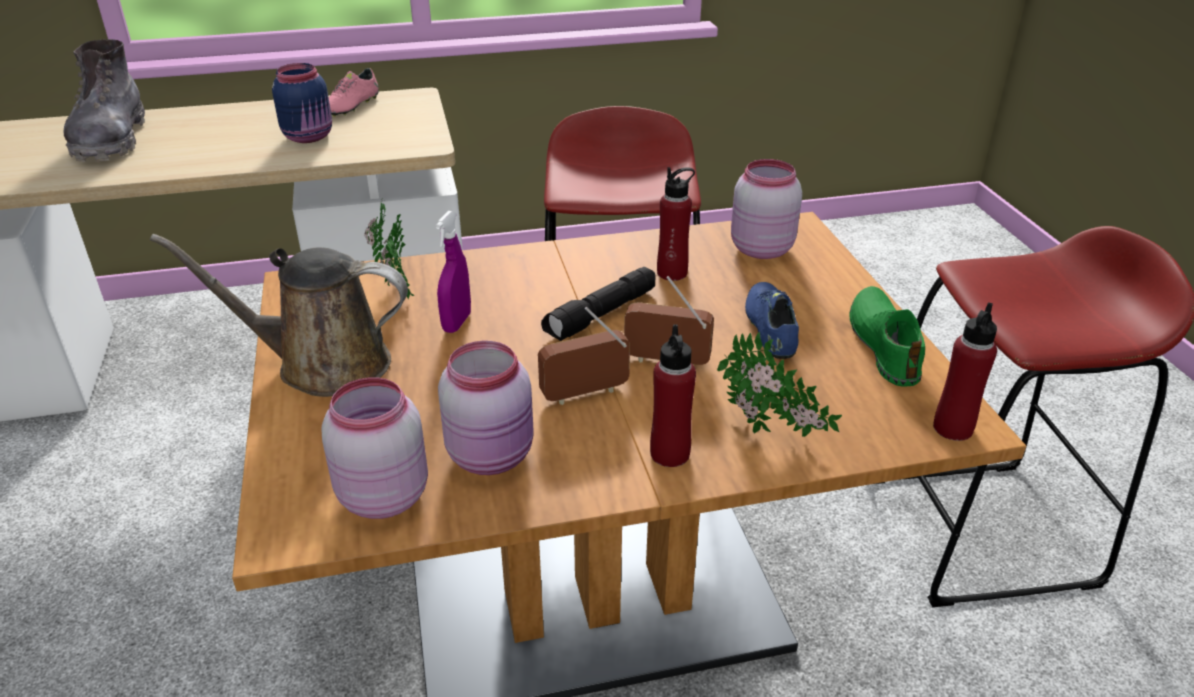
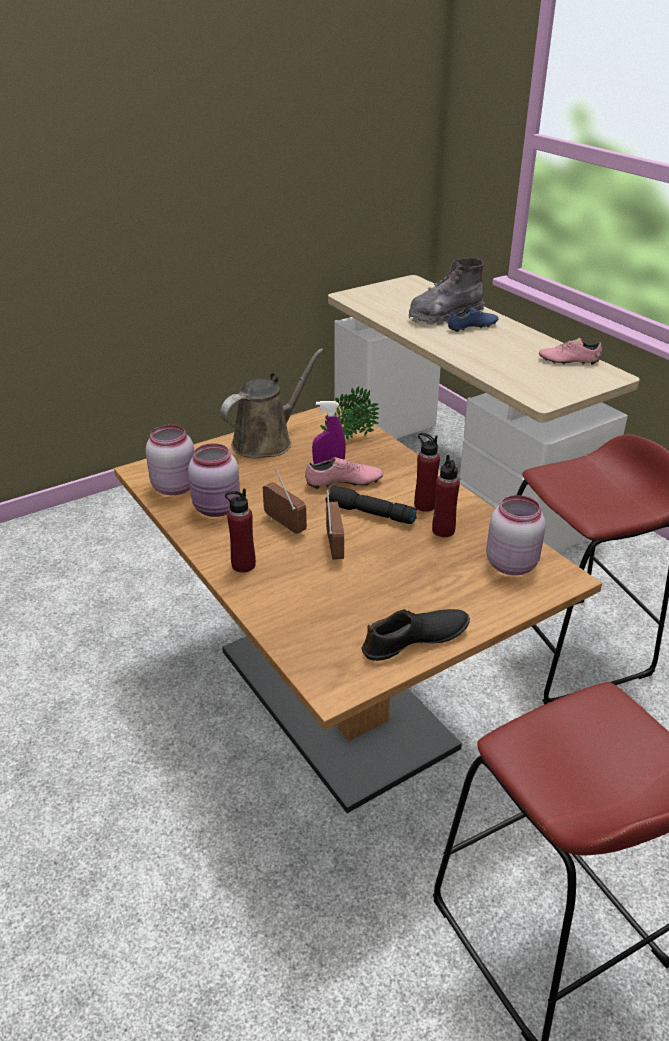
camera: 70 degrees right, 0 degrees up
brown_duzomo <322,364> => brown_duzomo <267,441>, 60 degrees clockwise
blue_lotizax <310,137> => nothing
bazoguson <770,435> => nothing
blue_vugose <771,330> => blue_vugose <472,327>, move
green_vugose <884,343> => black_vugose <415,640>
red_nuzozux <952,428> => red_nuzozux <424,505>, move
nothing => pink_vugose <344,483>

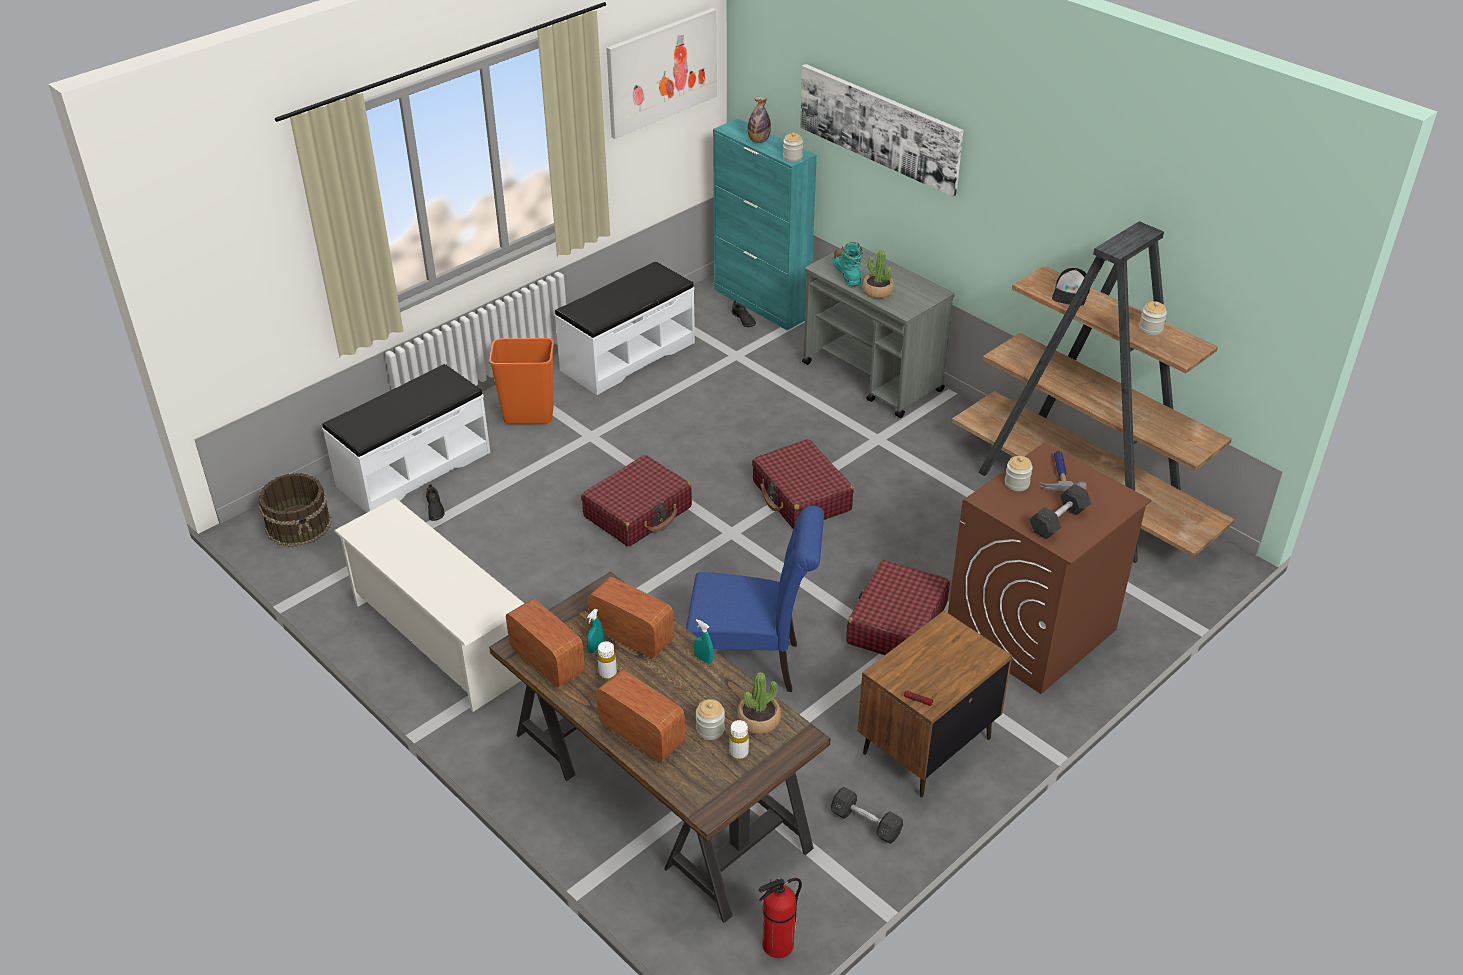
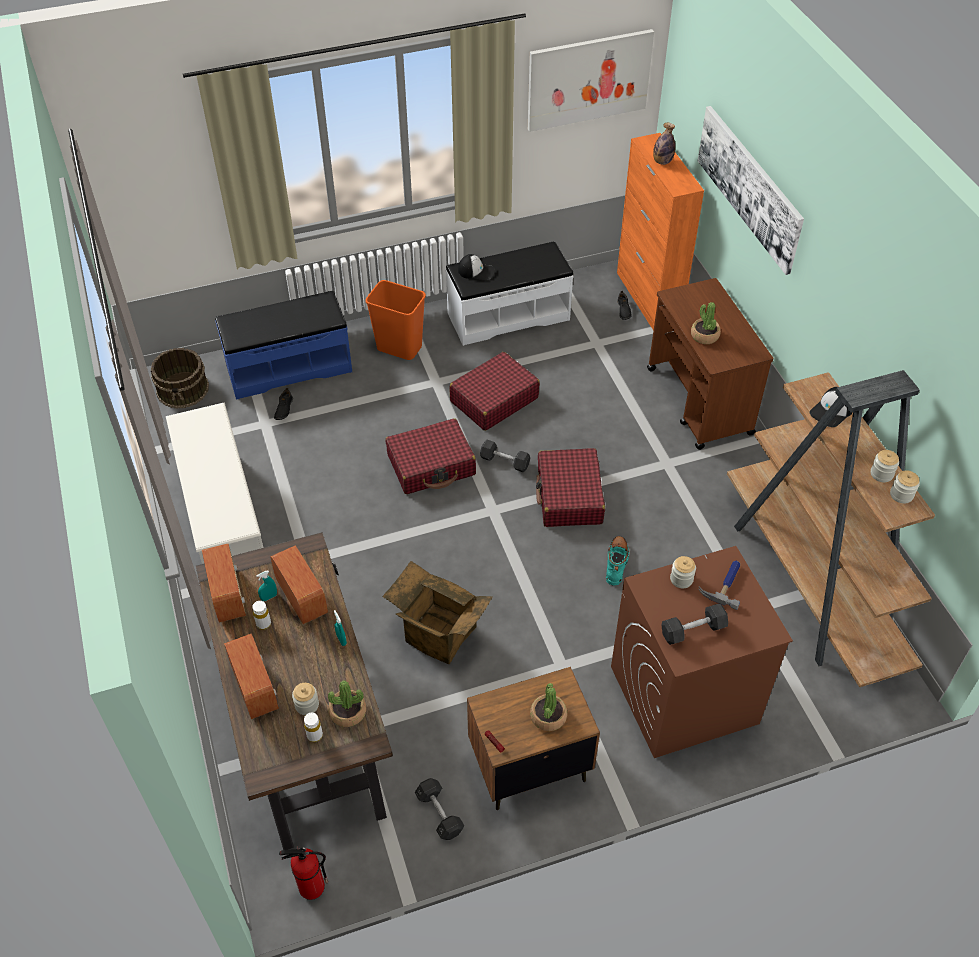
camera: 25 degrees right, 10 degrees up
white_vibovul <413,468> => blue_vibovul <288,367>
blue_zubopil <752,664> => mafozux <438,636>
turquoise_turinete <761,303> => orange_turinete <648,299>
lotizax <792,157> => lotizax <901,495>, move
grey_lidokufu <873,377> => brown_lidokufu <699,402>
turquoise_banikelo <847,272> => turquoise_banikelo <616,563>, move
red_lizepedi <896,624> => red_lizepedi <493,400>, move
nothing => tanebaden <476,271>
nothing => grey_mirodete <505,461>
nothing => bazoguson <548,716>

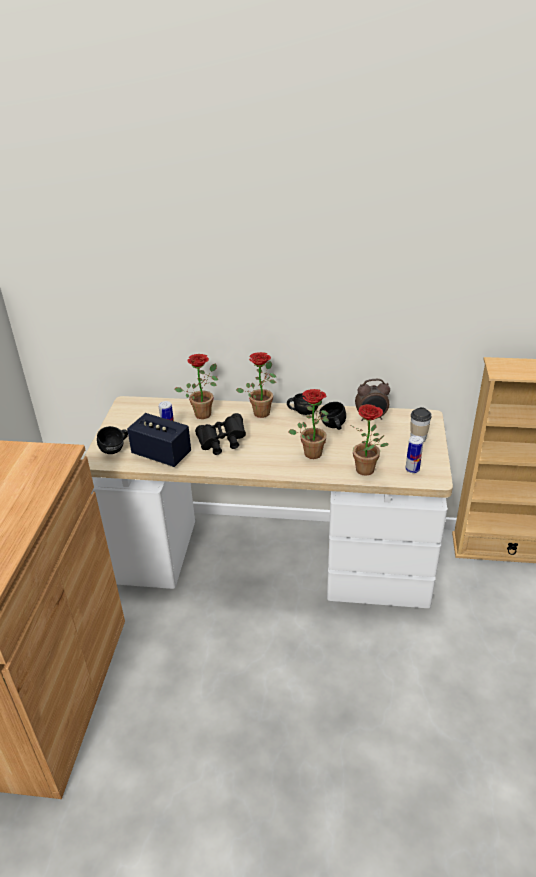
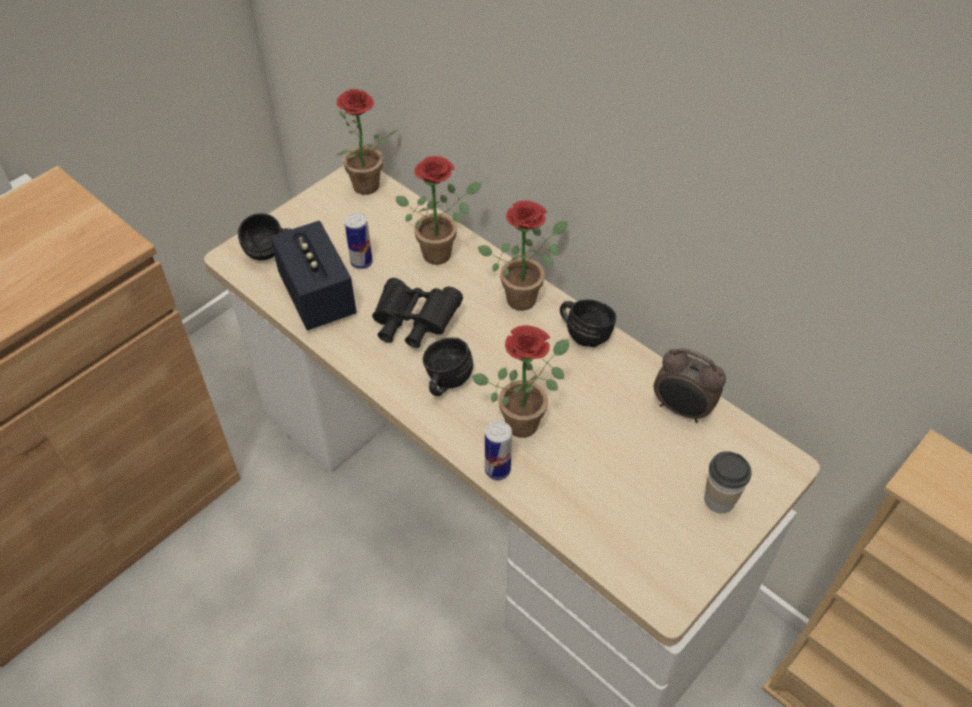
camera: 35 degrees right, 15 degrees up
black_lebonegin <332,427> => black_lebonegin <444,381>, move
bazoguson <368,471> => bazoguson <367,190>, move
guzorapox <412,469> => guzorapox <497,470>, move

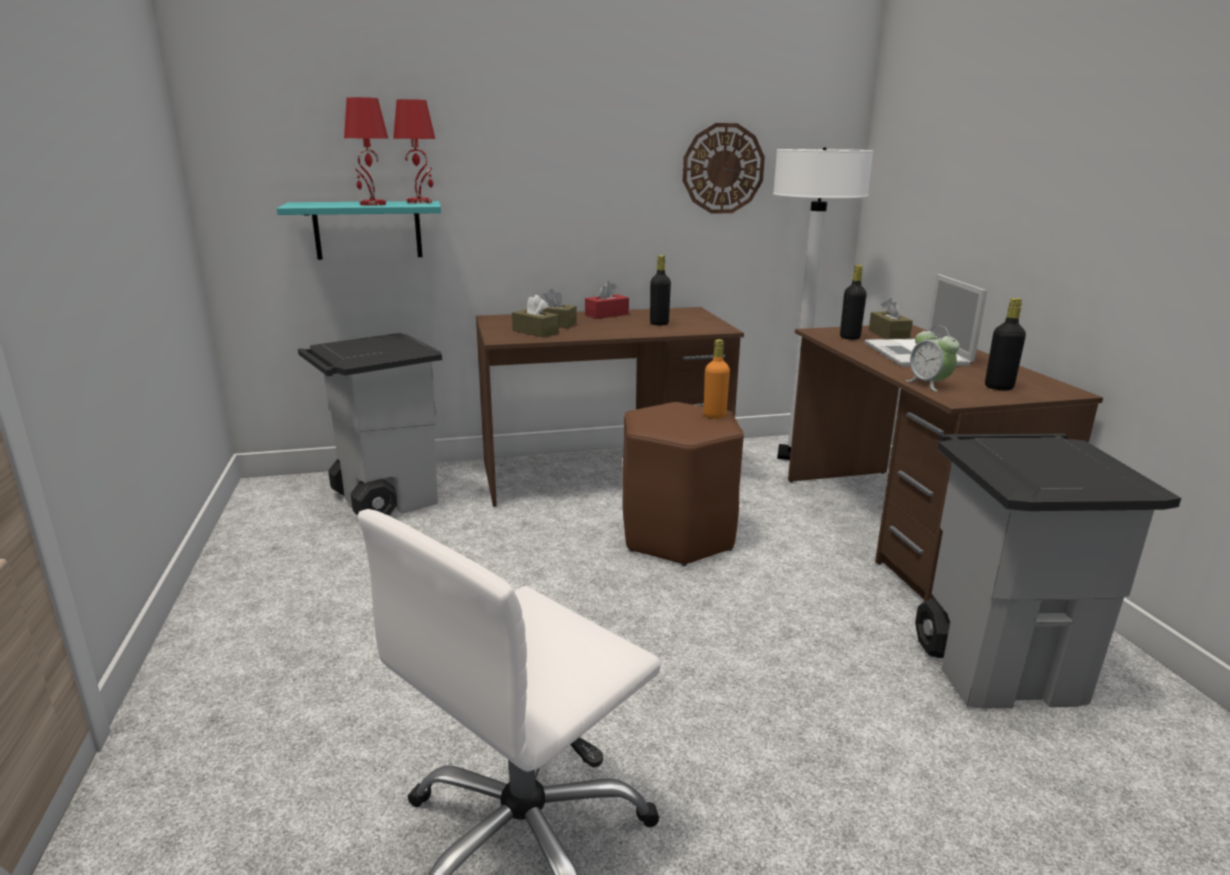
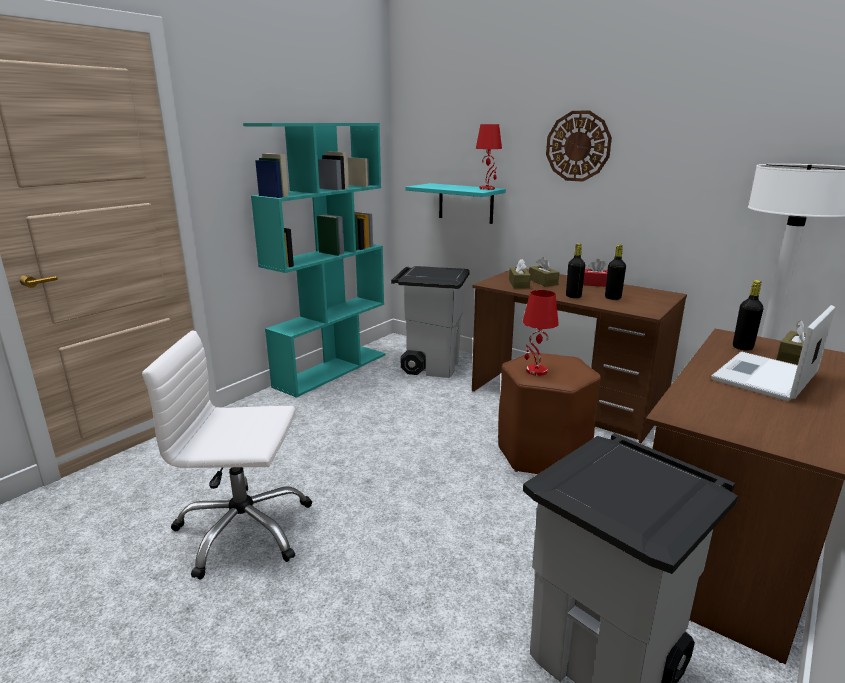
camera: 50 degrees right, 0 degrees up
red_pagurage <372,204> => red_pagurage <536,371>, move
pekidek <723,169> => pekidek <578,146>, move
orange_nuzozux <714,415> => nothing
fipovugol <928,384> => nothing
black_nuzozux <998,387> => black_nuzozux <573,296>, move
nothing => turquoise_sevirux <332,369>

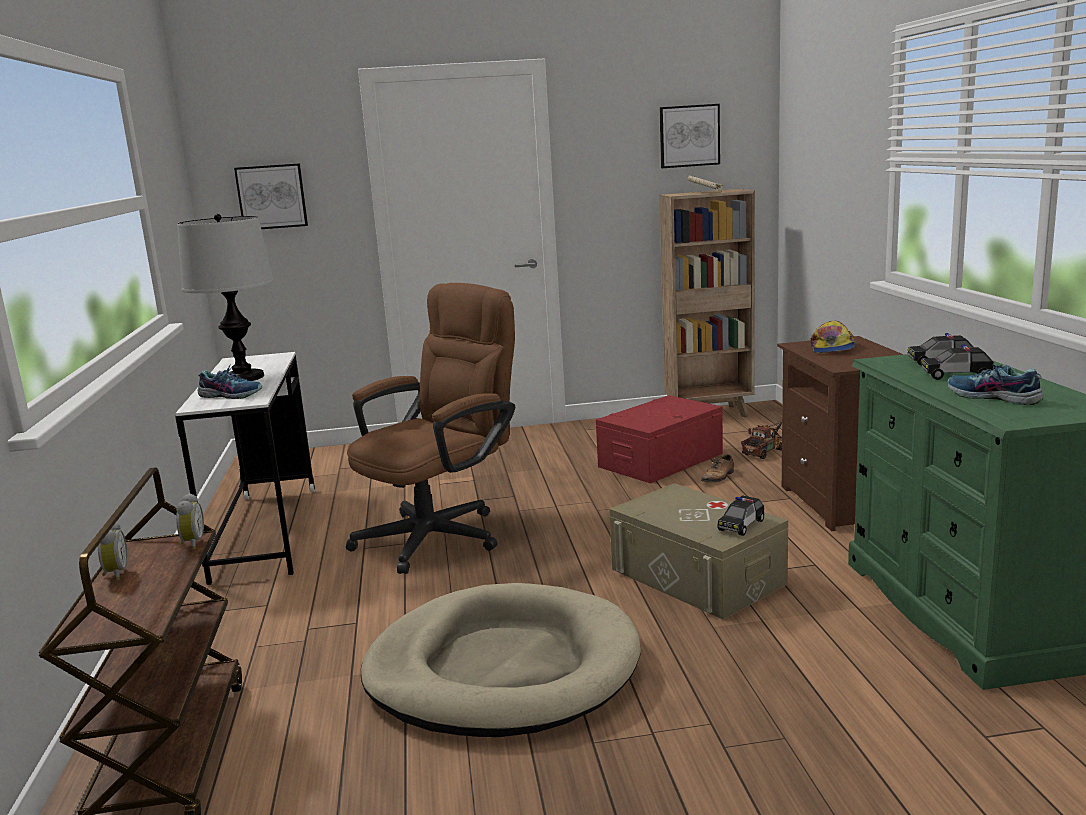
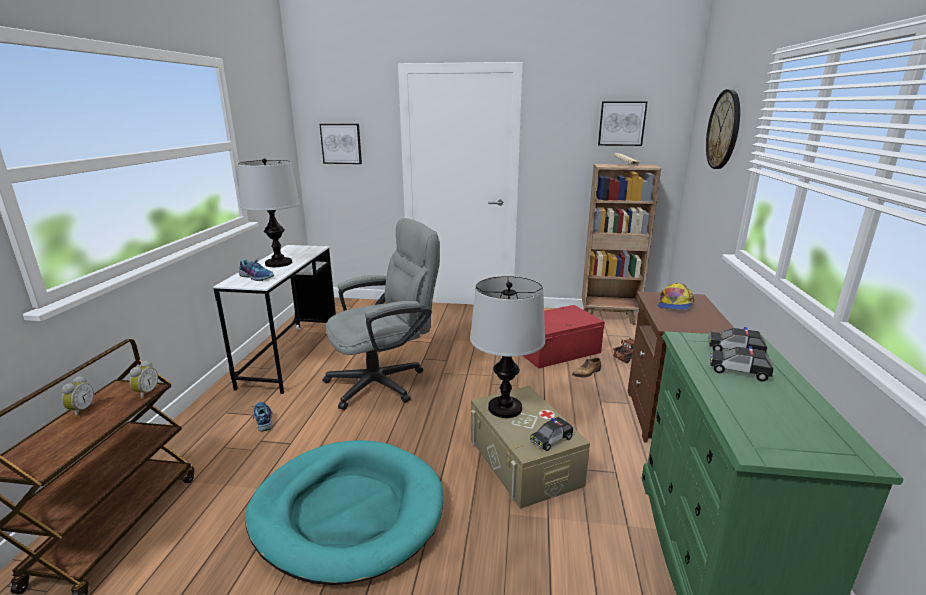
camera: 15 degrees right, 5 degrees up
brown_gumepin <441,534> => grey_gumepin <385,381>
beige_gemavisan <502,669> => turquoise_gemavisan <348,511>
vugose <993,397> => vugose <262,419>, move
nothing => pagurage <504,408>
nothing => pekidek <724,130>

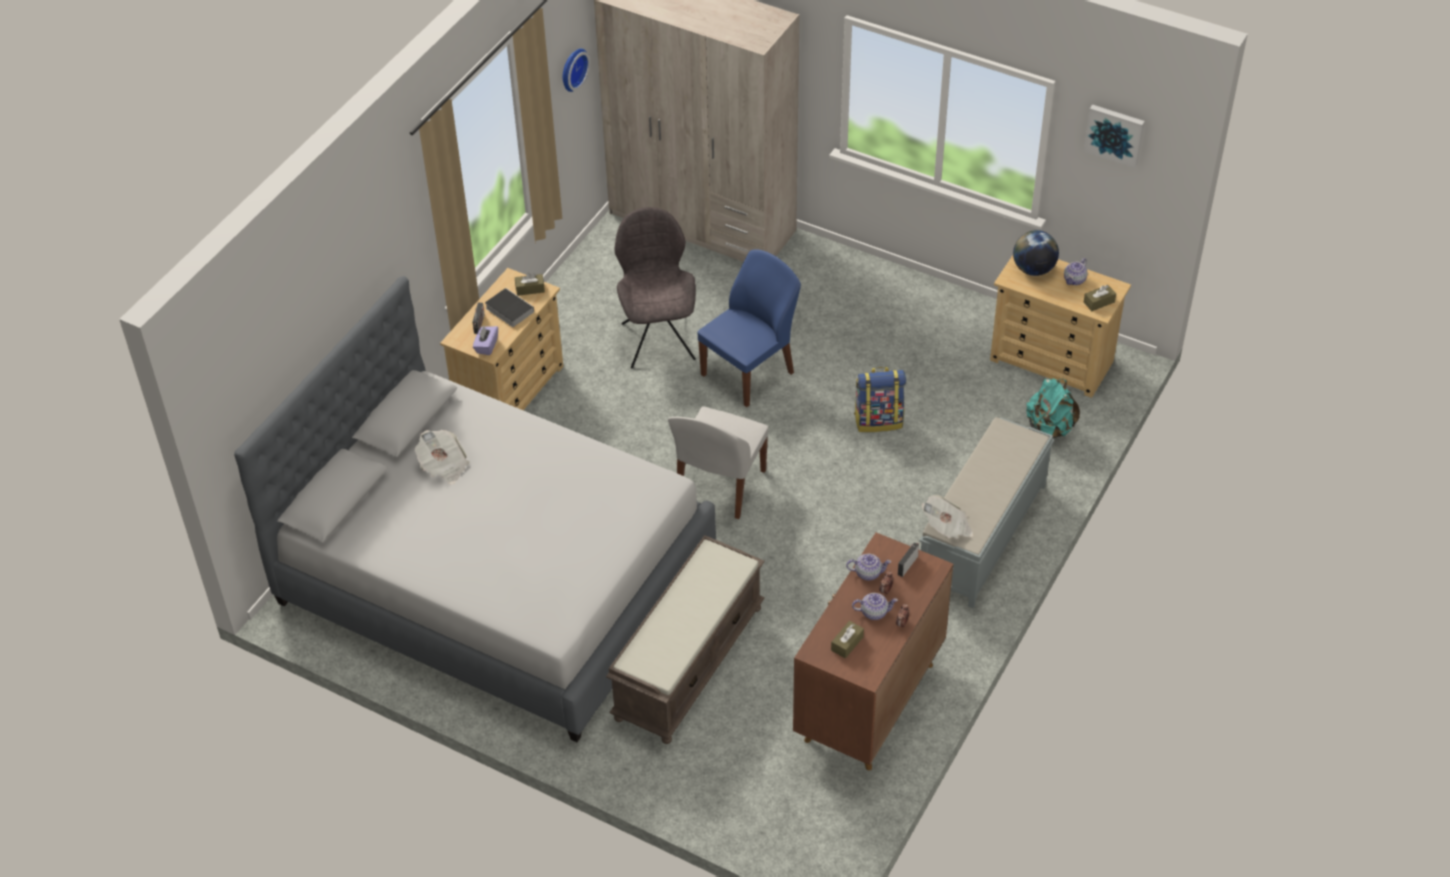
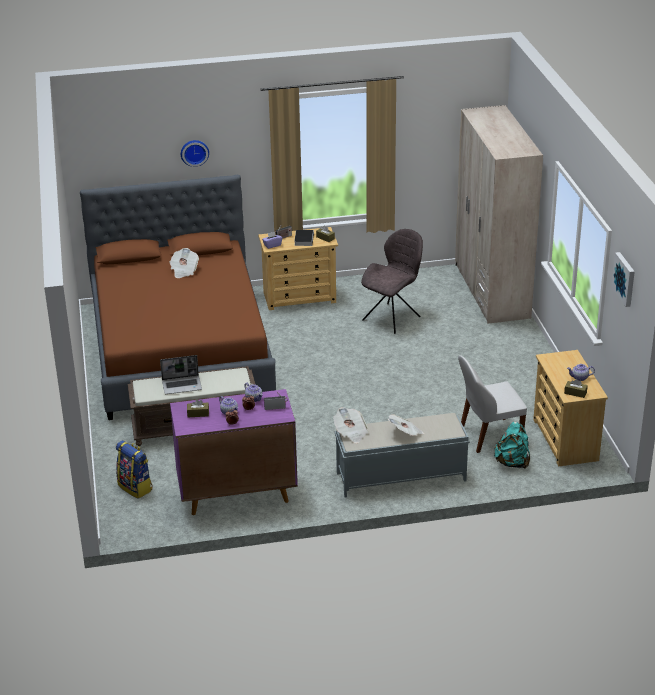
camera: 50 degrees right, 15 degrees down
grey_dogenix <496,577> => brown_dogenix <181,350>
pekidek <572,68> => pekidek <194,152>, move
white_zubopil <719,487> => white_zubopil <489,435>, move
blue_zubopil <749,372> => nothing
brown_turinete <868,703> => purple_turinete <236,493>
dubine <879,420> => dubine <136,487>, move
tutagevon <1033,269> => nothing
nothing => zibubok <182,385>
nothing => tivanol <405,433>

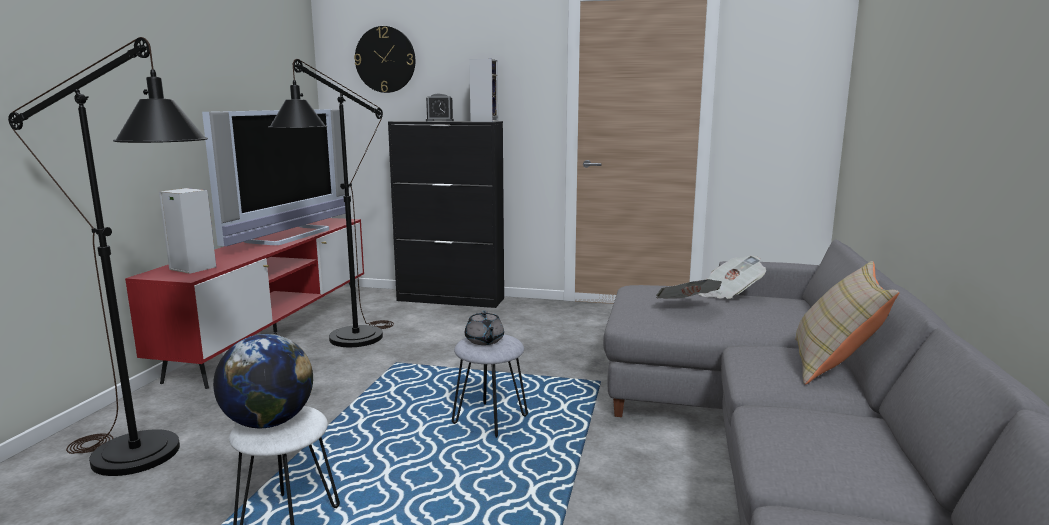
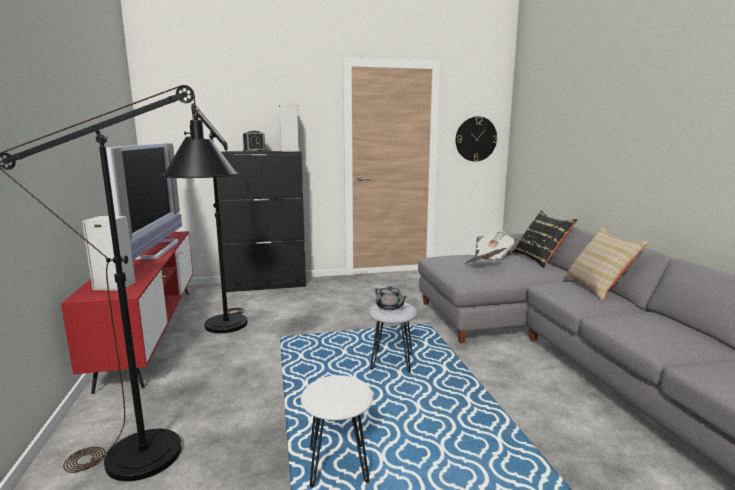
camera: 25 degrees left, 0 degrees up
tutagevon <268,422> => nothing
pekidek <385,59> => pekidek <476,139>, move
nothing => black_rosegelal <540,259>

